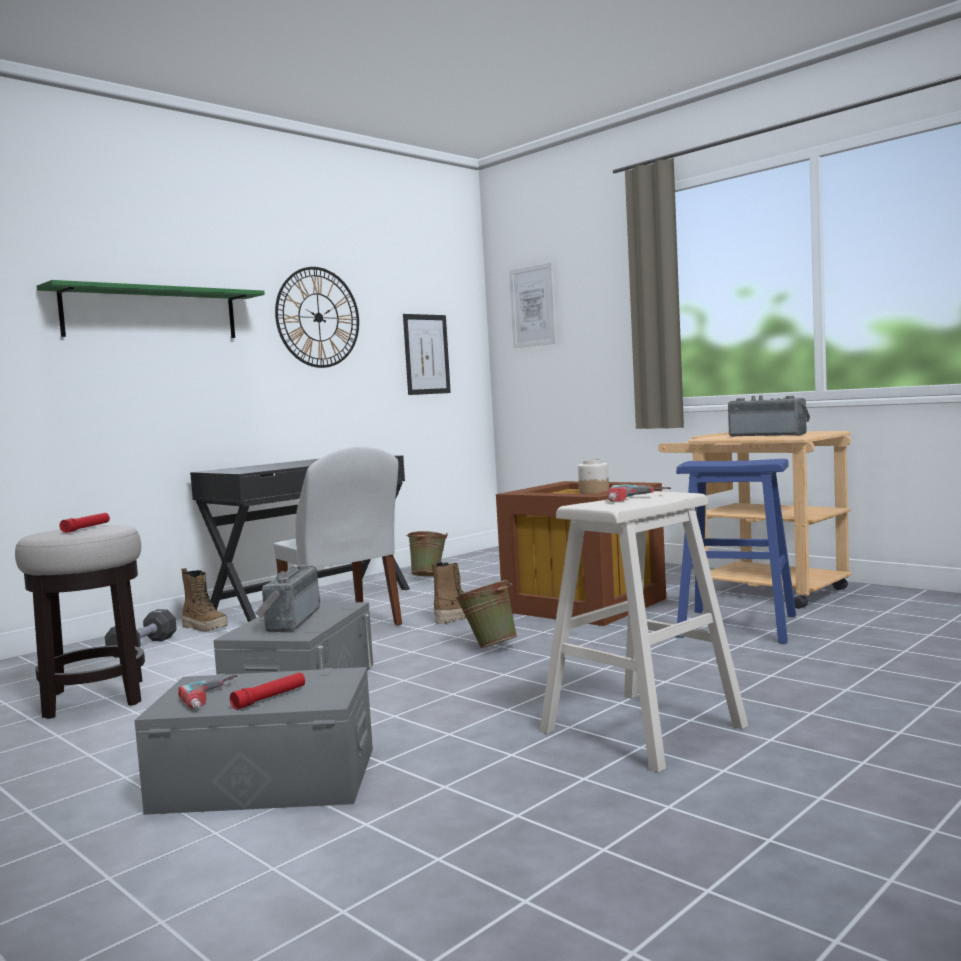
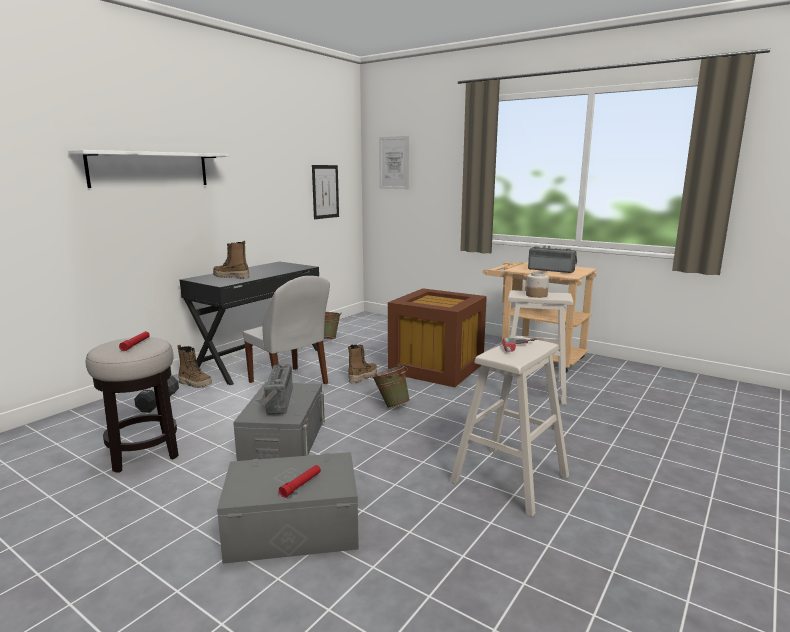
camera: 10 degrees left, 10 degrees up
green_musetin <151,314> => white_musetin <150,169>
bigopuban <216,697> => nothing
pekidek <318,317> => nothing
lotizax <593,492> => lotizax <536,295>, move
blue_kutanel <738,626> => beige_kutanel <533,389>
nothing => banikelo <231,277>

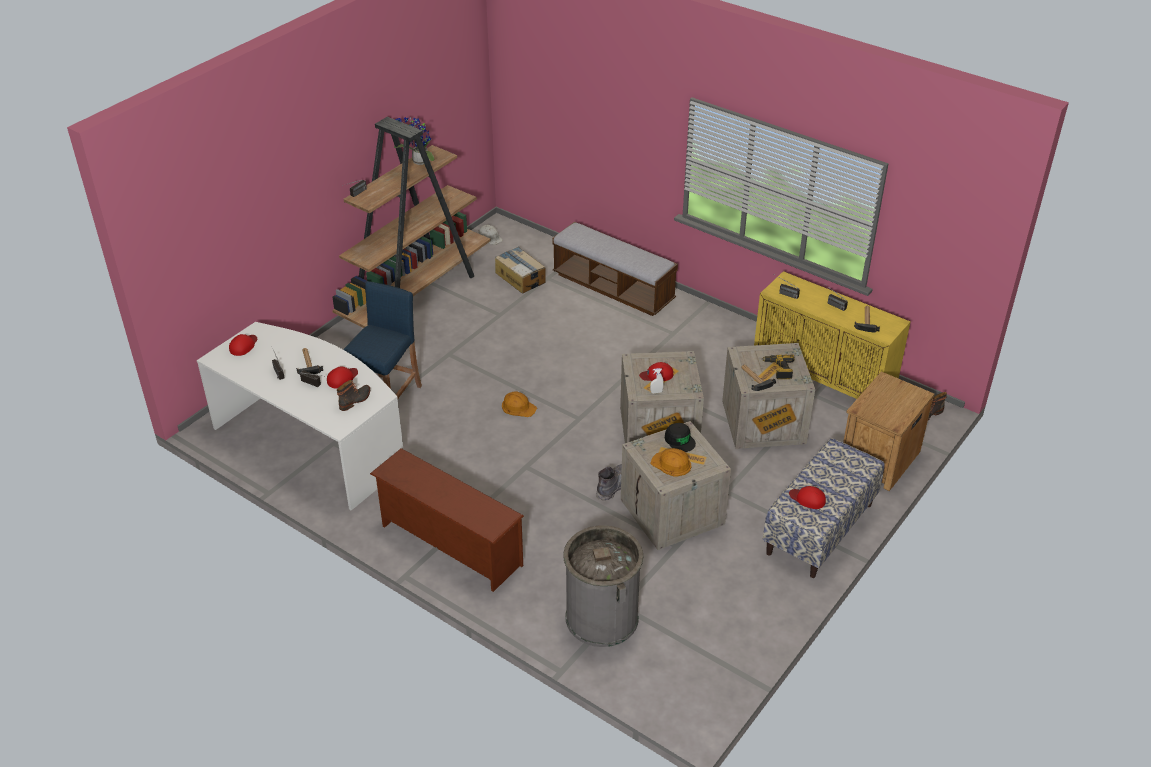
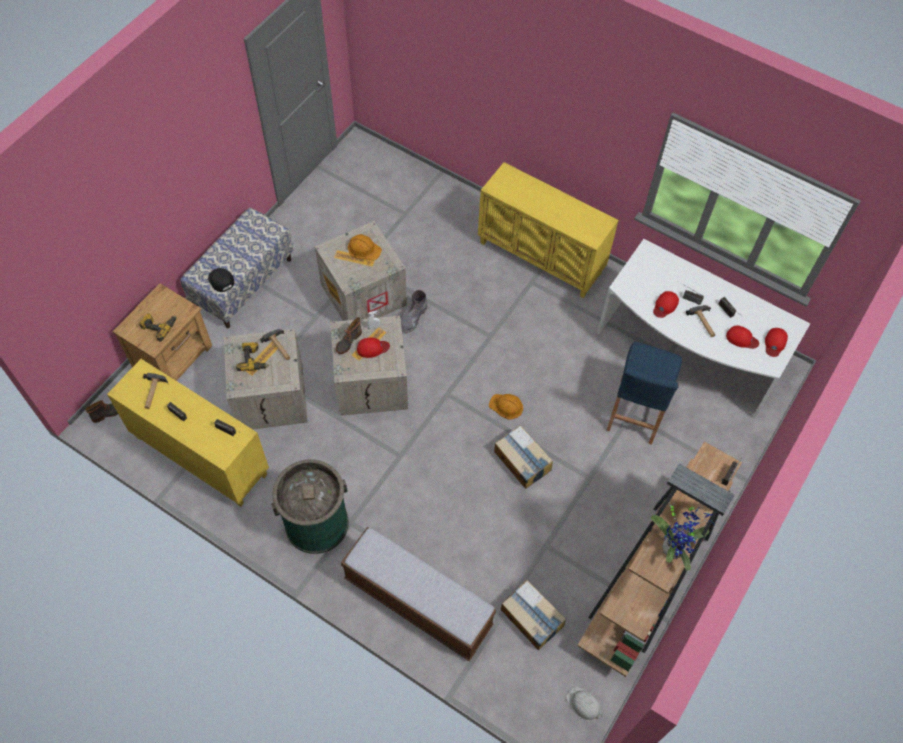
camera: 175 degrees right, 20 degrees up
banikelo <355,400> => banikelo <348,341>, move
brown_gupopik <449,545> => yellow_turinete <541,257>
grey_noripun <602,617> => nothing
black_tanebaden <679,440> => black_tanebaden <221,280>, move
red_tanebaden <807,499> => red_tanebaden <741,339>, move
nothing => bigopuban <159,326>
nothing => green_noripun <316,523>
nothing => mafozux <522,461>

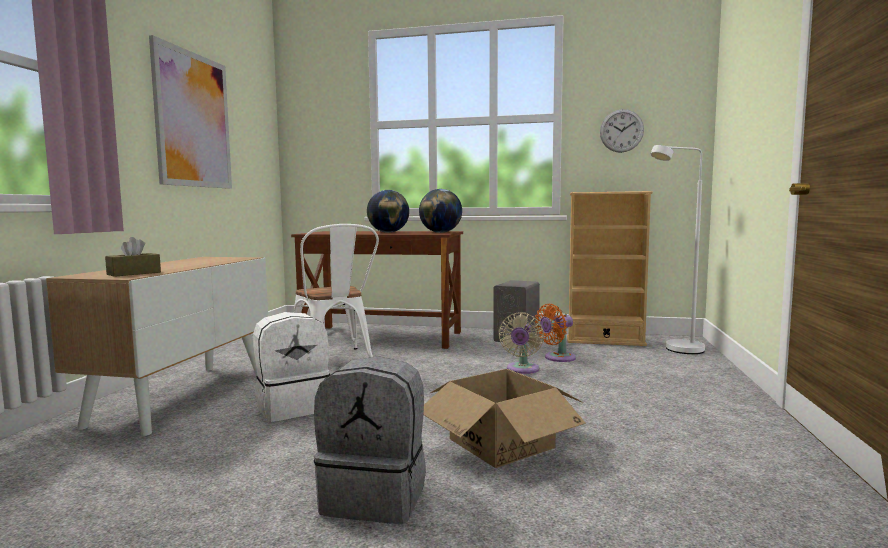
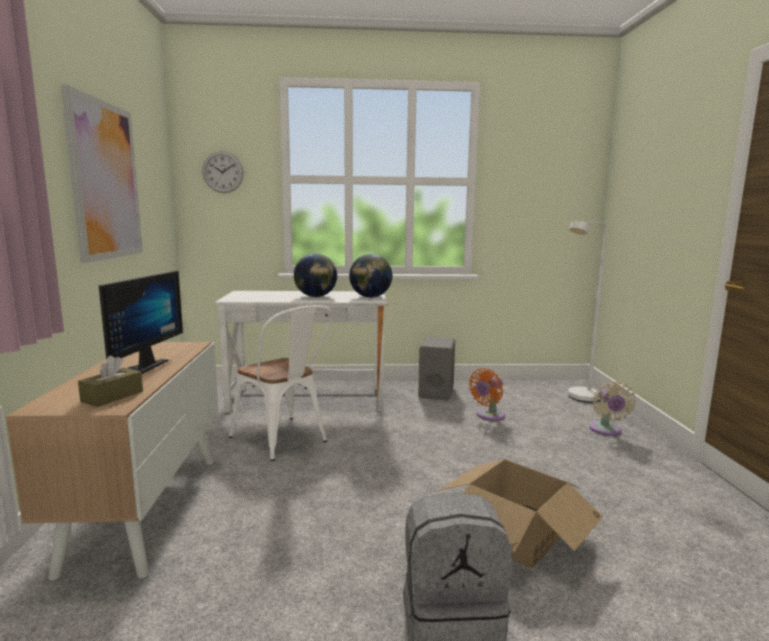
camera: 15 degrees left, 5 degrees up
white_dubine <293,407> => nothing
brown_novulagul <382,337> => white_novulagul <308,399>
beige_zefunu <522,370> => beige_zefunu <606,431>, move
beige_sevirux <605,341> => nothing
pekidek <621,131> => pekidek <223,172>, move
nothing => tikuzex <140,368>

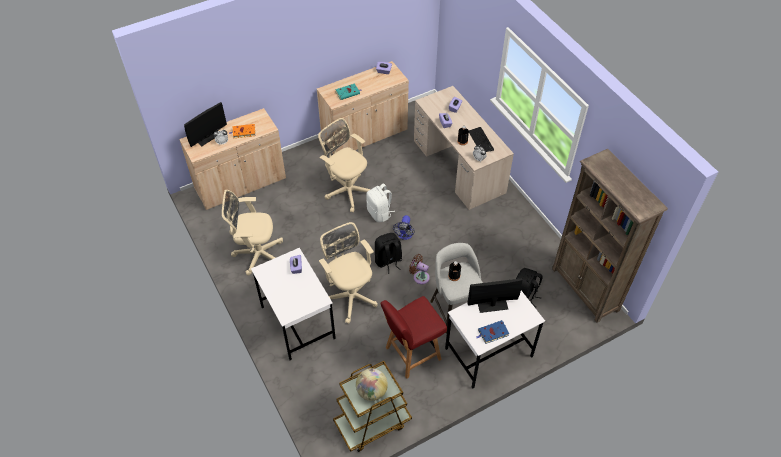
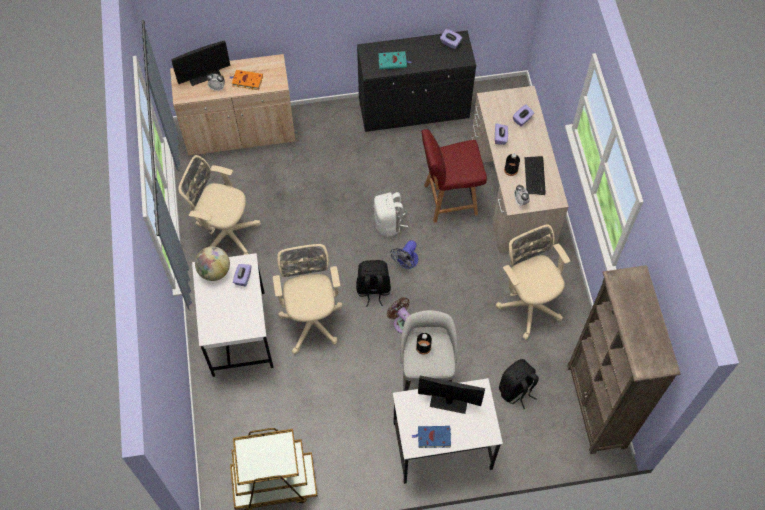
camera: 20 degrees right, 10 degrees up
beige_turinete <364,134> => black_turinete <413,109>
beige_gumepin <347,190> => beige_gumepin <528,303>, move
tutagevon <371,391> => tutagevon <214,271>, move
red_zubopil <411,354> => red_zubopil <449,200>, move

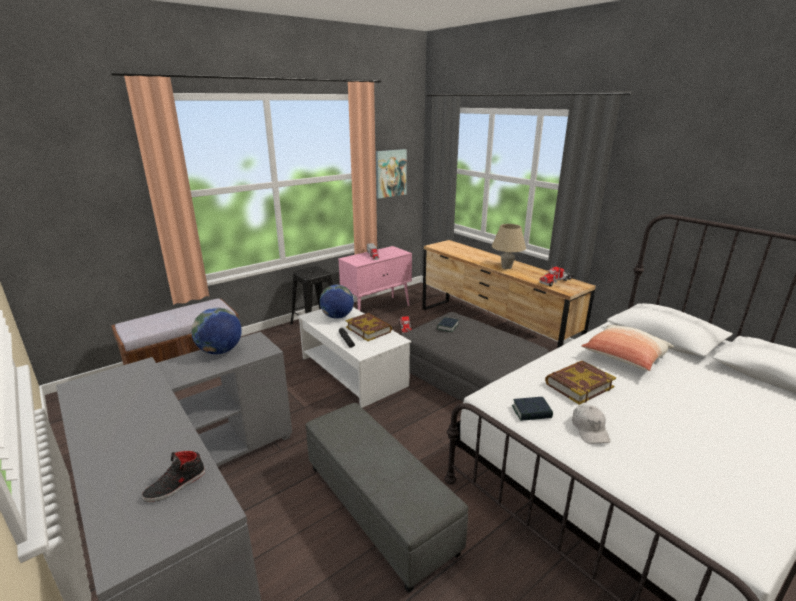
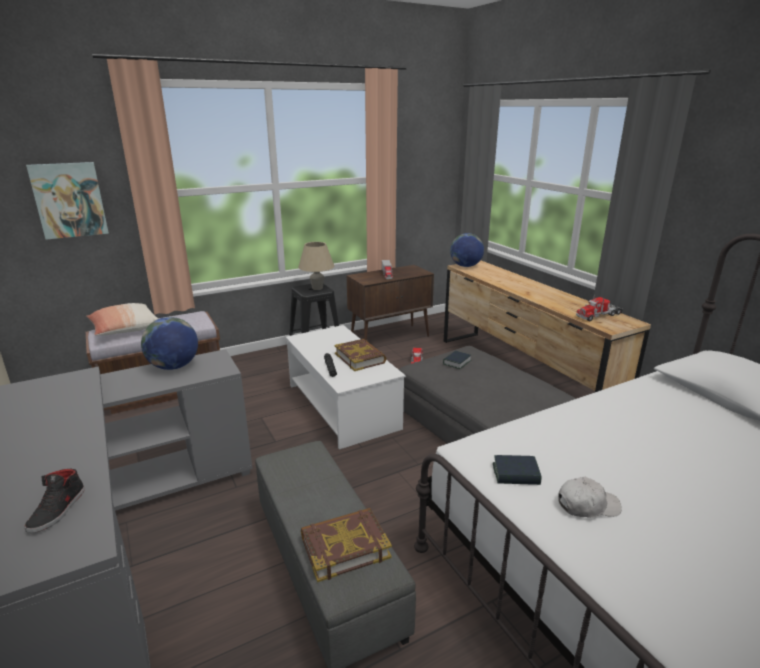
camera: 10 degrees right, 0 degrees up
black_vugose <175,485> => black_vugose <58,510>, 45 degrees counterclockwise
tutagevon <337,316> => tutagevon <465,266>, move
pink_turinete <377,309> => brown_turinete <390,337>
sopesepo <390,173> => sopesepo <69,200>, move
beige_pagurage <506,267> => beige_pagurage <317,288>, move
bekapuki <578,385> => bekapuki <344,547>, move
white_tanebaden <589,429> => white_tanebaden <587,505>, 105 degrees counterclockwise
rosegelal <624,357> => rosegelal <125,329>, move

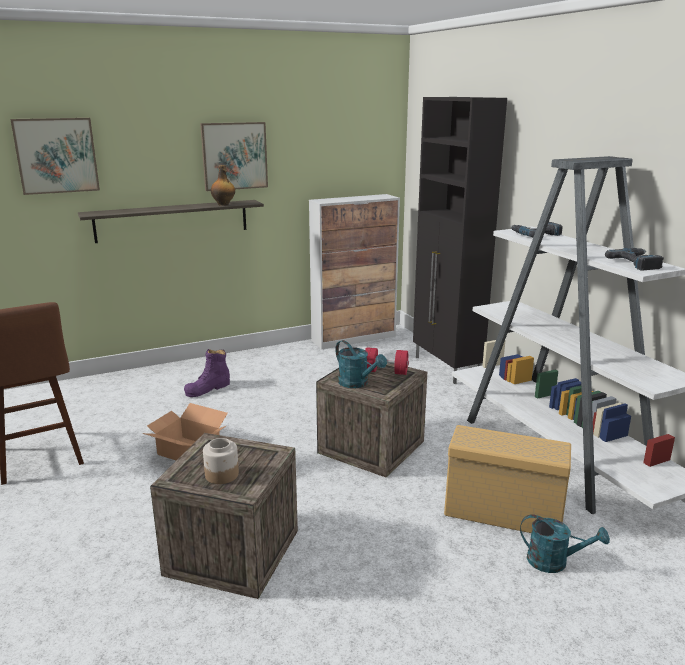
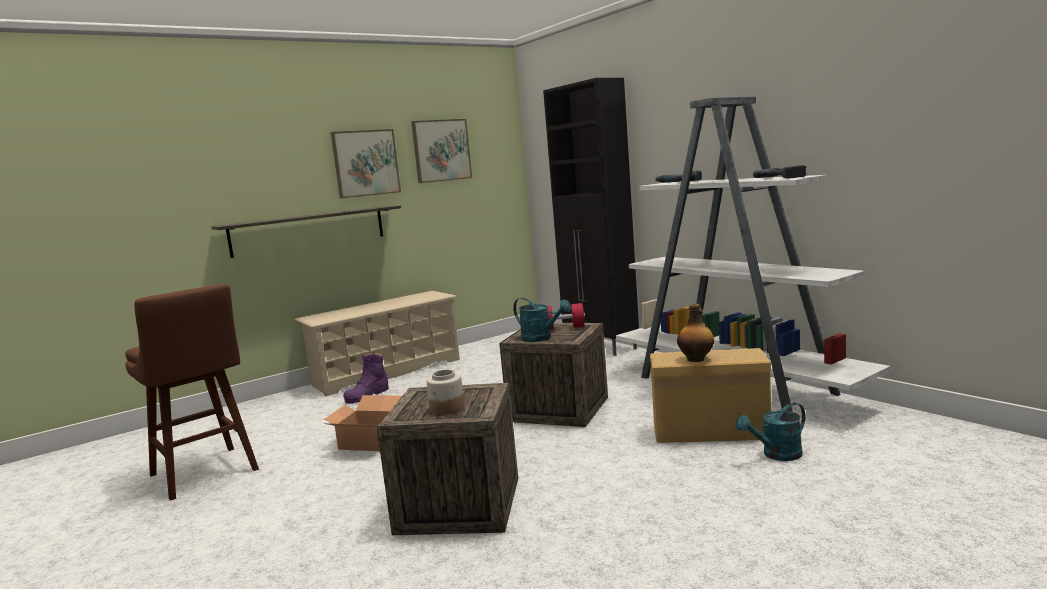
camera: 10 degrees left, 10 degrees down
sopesepo <56,155> => sopesepo <441,150>, move
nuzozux <223,204> => nuzozux <696,359>, move
turinete <354,338> => nothing
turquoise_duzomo <554,562> => turquoise_duzomo <776,455>, 150 degrees clockwise
nothing => beige_gupopik <386,372>

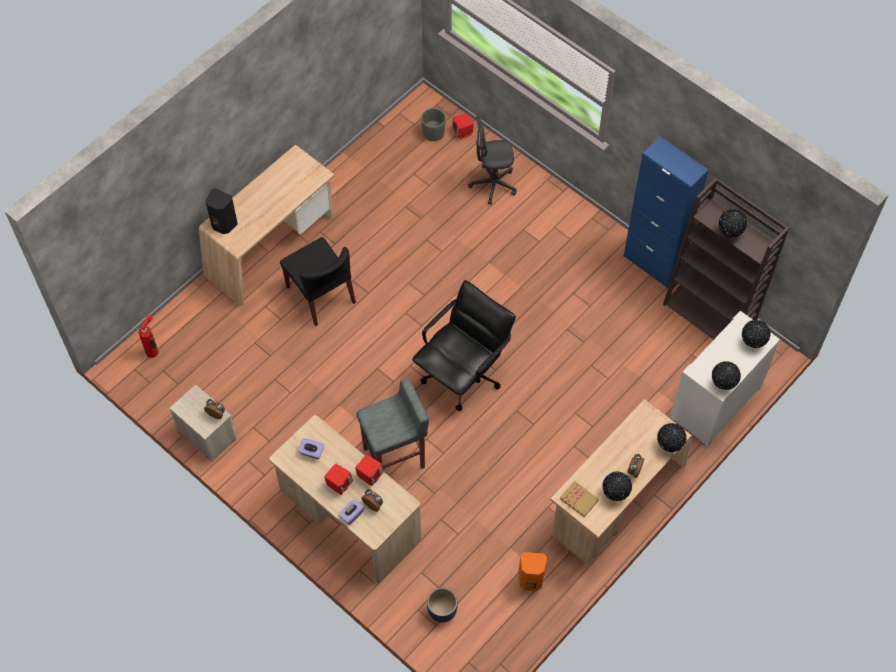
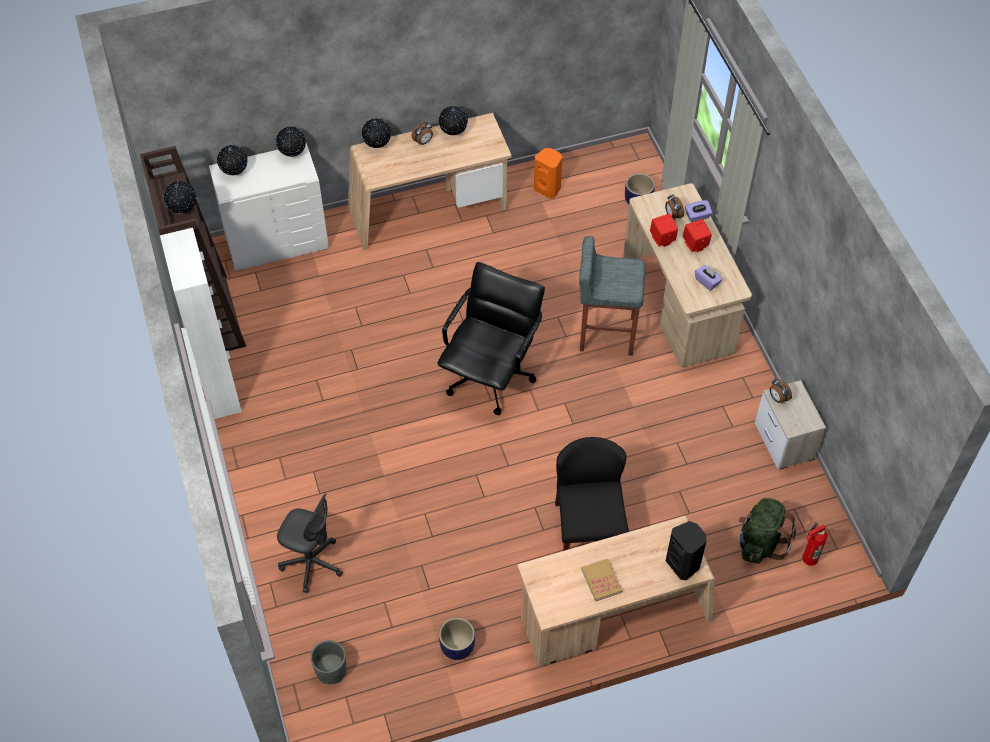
camera: 150 degrees left, 5 degrees down
black_gumepin <463,374> => black_gumepin <491,376>, 135 degrees clockwise
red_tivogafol <462,132> => nothing
bekapuki <579,499> => bekapuki <601,580>, move
blue_turinete <652,264> => white_turinete <220,389>
nothing => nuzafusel <457,647>
nothing => green_dubine <760,542>

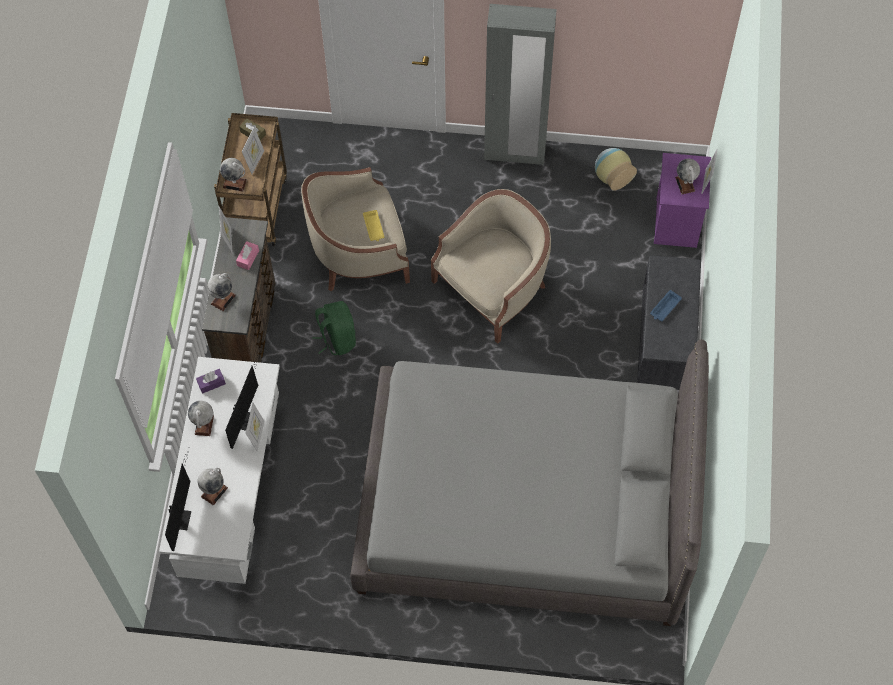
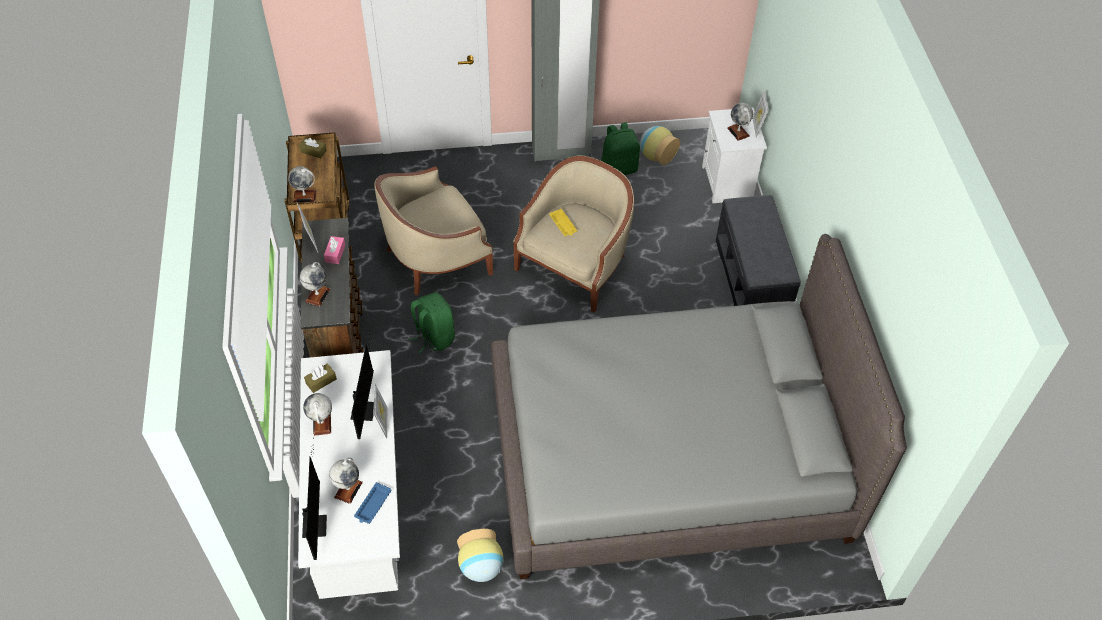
camera: 15 degrees left, 10 degrees down
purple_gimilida <211,383> => brown_gimilida <321,381>
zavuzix <255,161> => nothing
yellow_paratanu <373,227> => yellow_paratanu <563,225>, move
blue_paratanu <665,307> => blue_paratanu <372,505>, move
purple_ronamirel <677,223> => white_ronamirel <728,183>
nothing => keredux <481,567>
nothing => green_dubine <619,168>

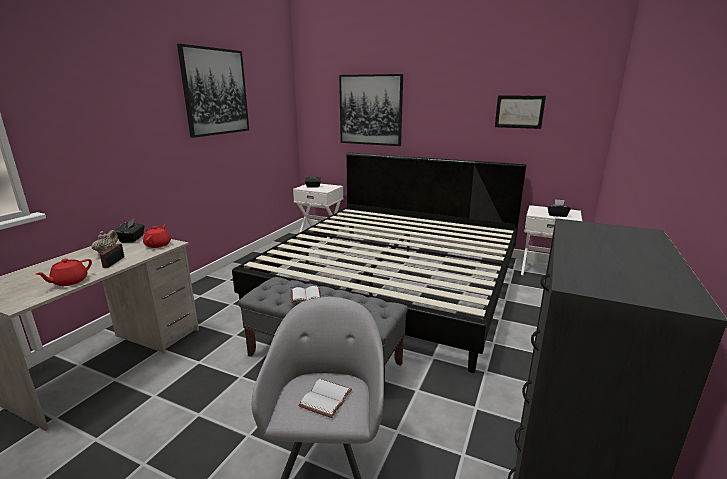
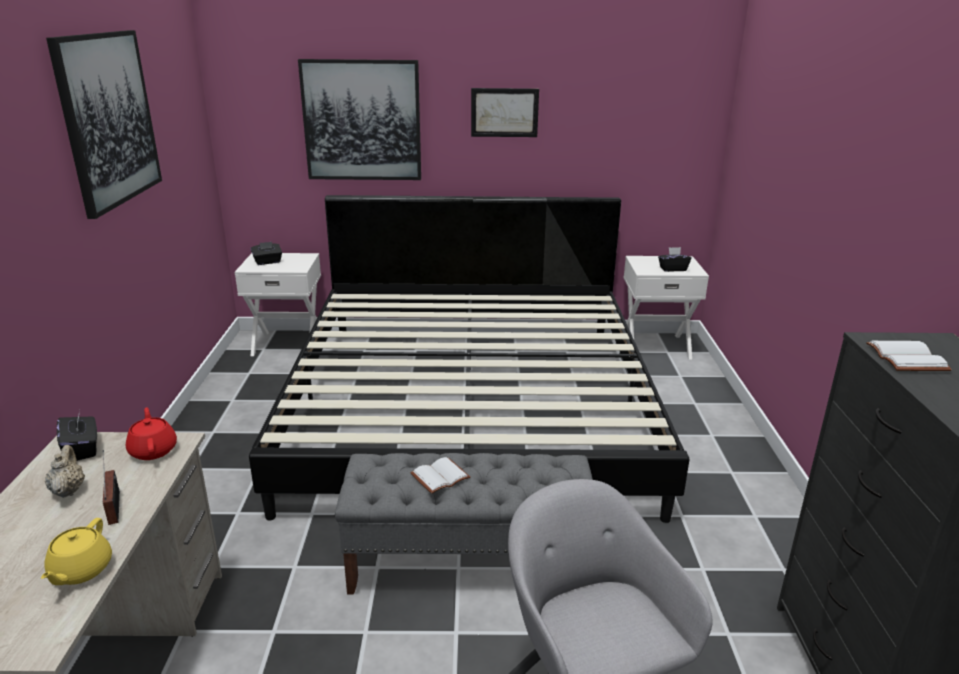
camera: 25 degrees left, 5 degrees up
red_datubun <69,282> => yellow_datubun <80,571>
white_bekapuki <326,399> => white_bekapuki <909,359>, move
sopesepo <519,111> => sopesepo <504,112>, move

